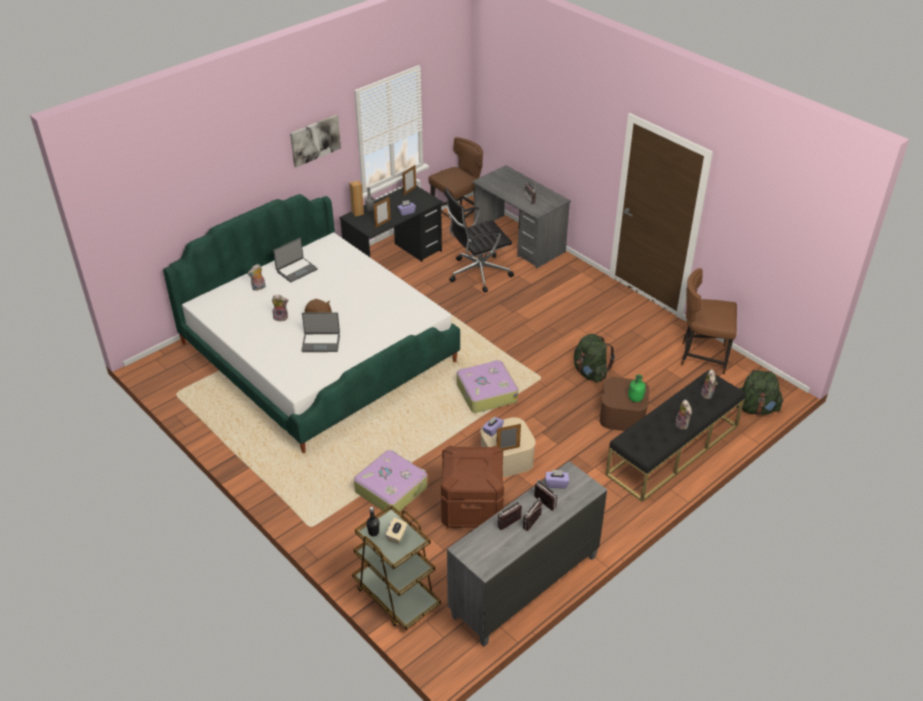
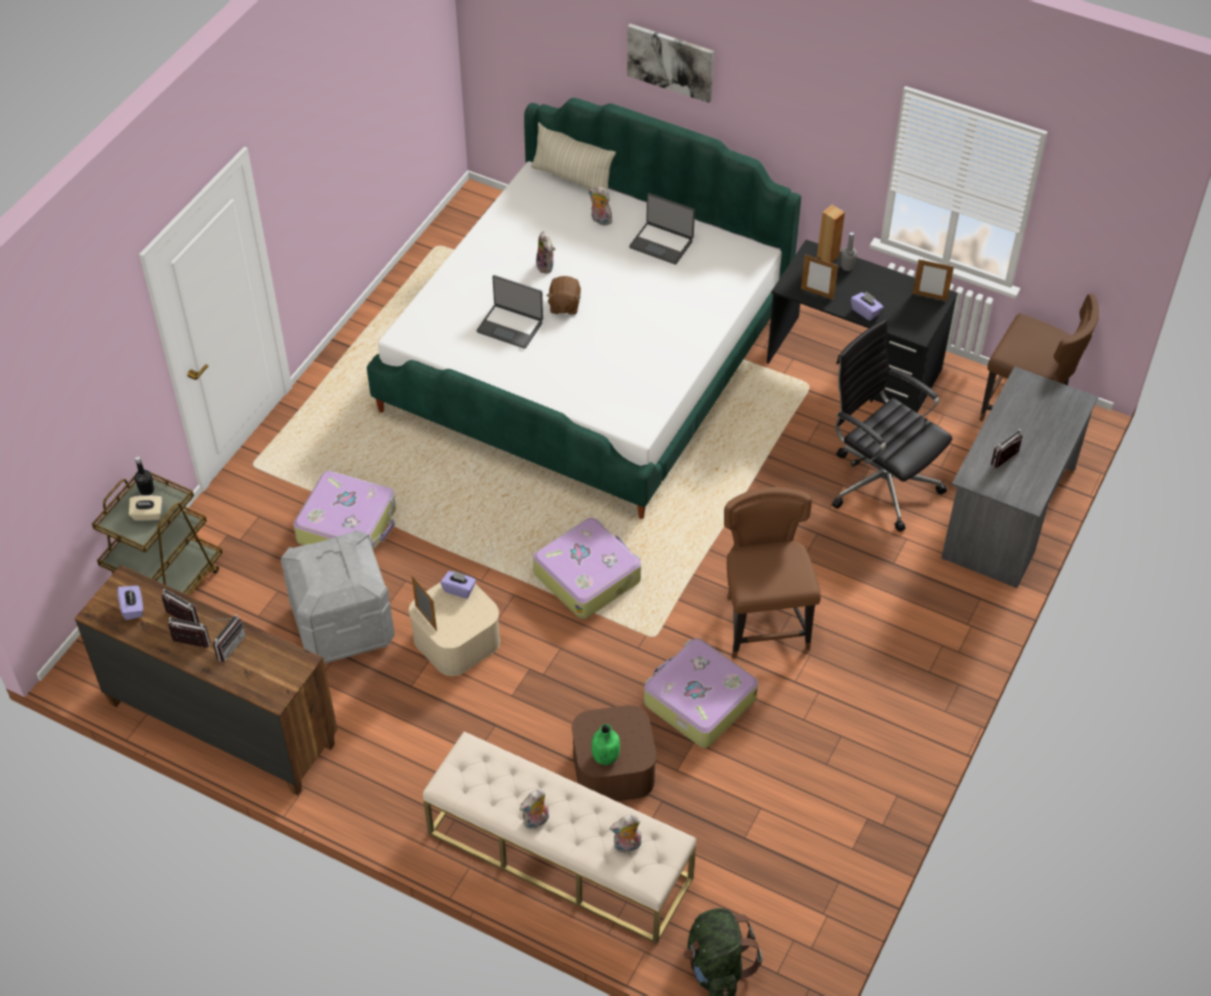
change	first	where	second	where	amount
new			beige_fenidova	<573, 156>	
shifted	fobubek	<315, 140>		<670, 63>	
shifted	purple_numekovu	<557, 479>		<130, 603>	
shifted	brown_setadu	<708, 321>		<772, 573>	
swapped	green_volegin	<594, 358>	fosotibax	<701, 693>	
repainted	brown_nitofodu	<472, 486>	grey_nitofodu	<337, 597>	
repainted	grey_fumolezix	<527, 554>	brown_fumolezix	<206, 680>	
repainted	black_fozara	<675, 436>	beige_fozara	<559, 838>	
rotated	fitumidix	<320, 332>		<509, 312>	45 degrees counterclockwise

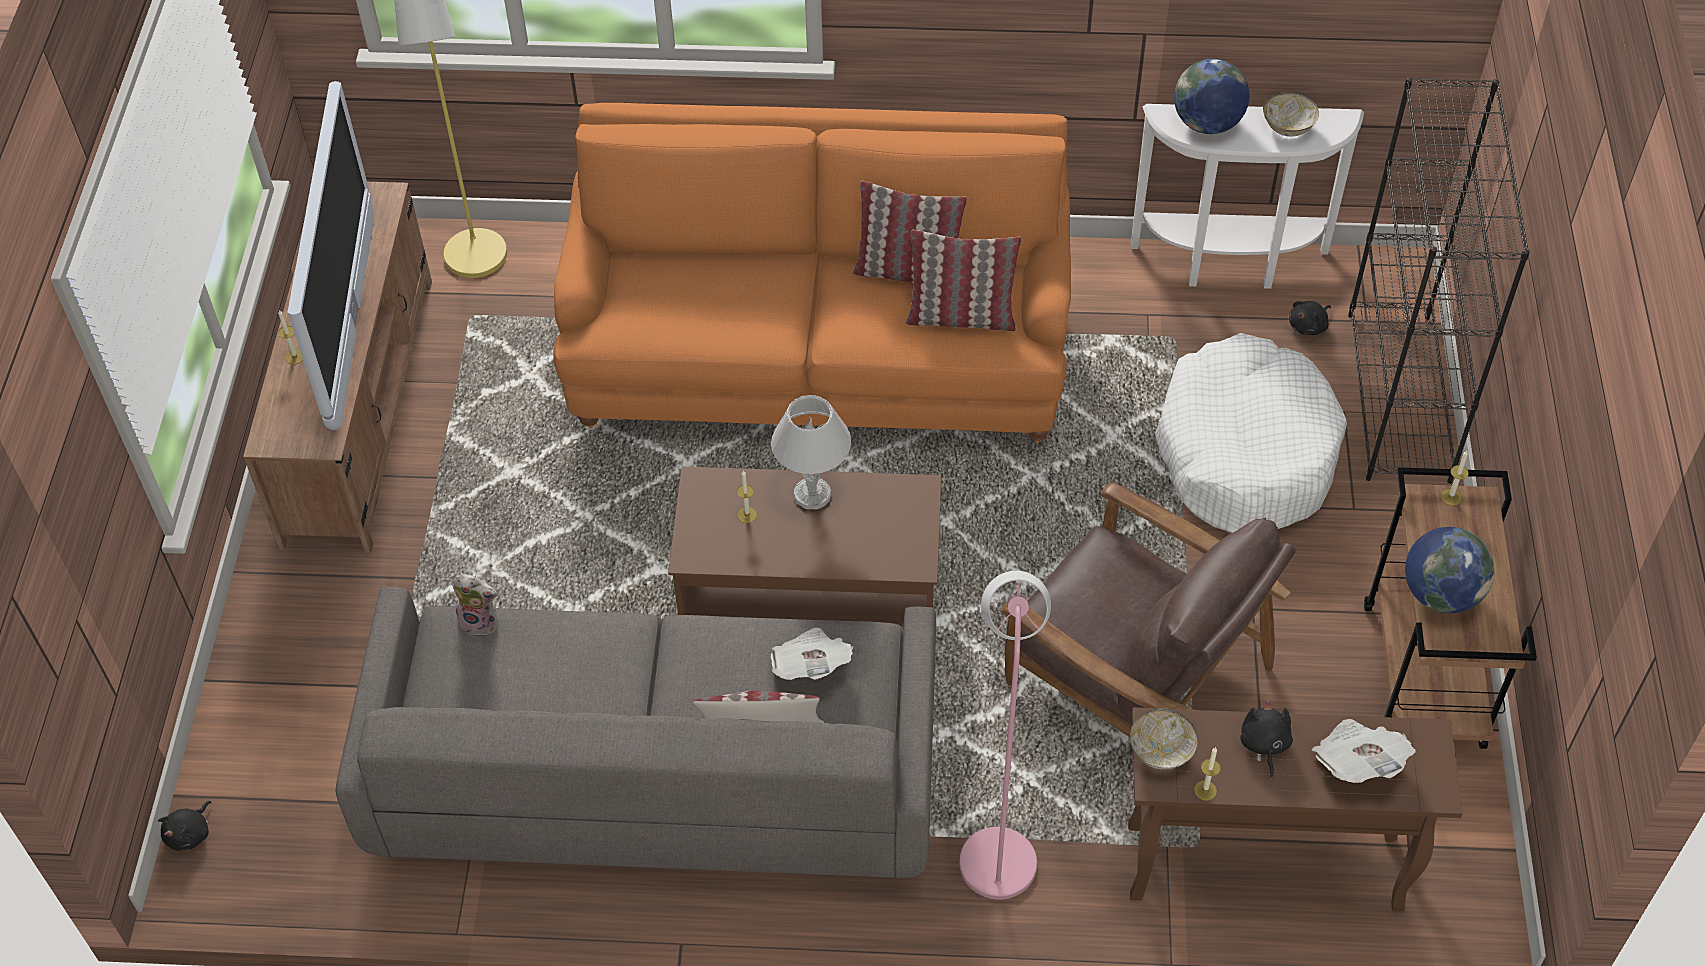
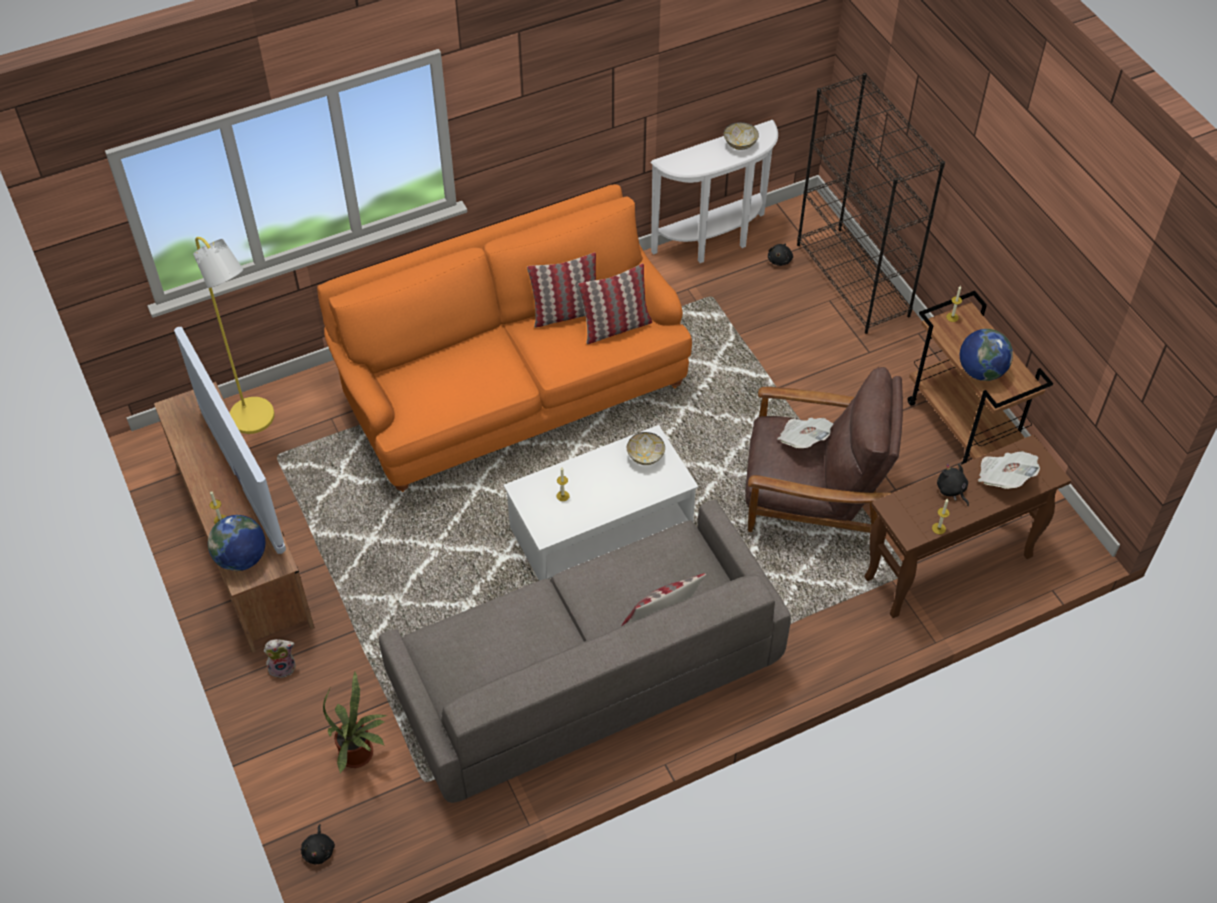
change	first	where	second	where	amount
gone	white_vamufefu	<811, 452>			
gone	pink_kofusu	<1005, 735>			
gone	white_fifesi	<1251, 433>			
new			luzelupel	<355, 722>	
shifted	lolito	<475, 605>		<280, 658>	
shifted	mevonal	<812, 654>		<805, 433>	
shifted	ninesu	<1164, 739>		<646, 448>	
shifted	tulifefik	<1211, 96>		<236, 543>	
repainted	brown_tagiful	<804, 548>	white_tagiful	<600, 503>	

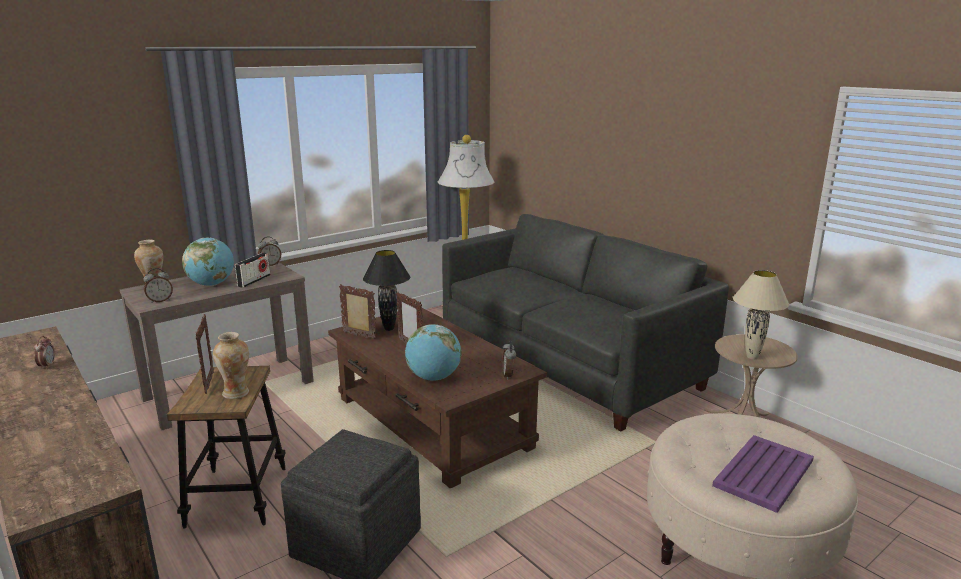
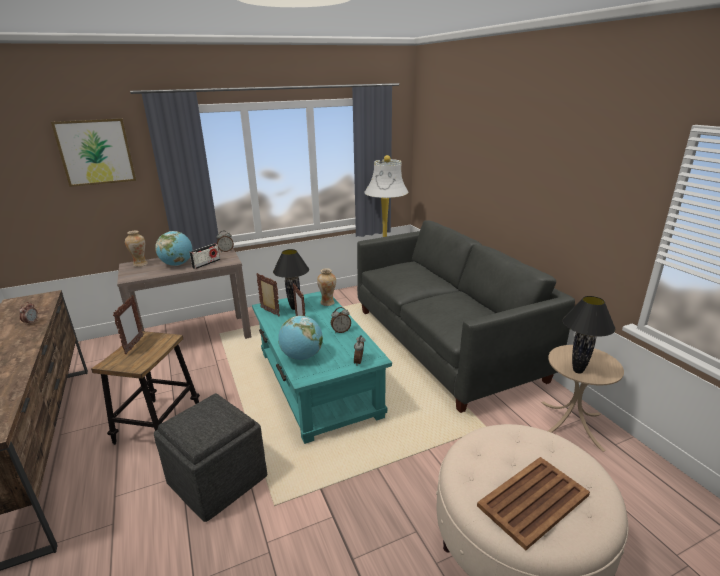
change	first	where	second	where	amount
new			fobubek	<93, 152>	
shifted	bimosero	<158, 285>		<341, 320>	
shifted	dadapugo	<231, 365>		<326, 287>	
repainted	brown_tagiful	<437, 398>	turquoise_tagiful	<322, 367>	
repainted	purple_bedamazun	<763, 474>	brown_bedamazun	<533, 503>	
repainted	beige_vamufefu	<761, 315>	black_vamufefu	<589, 334>	

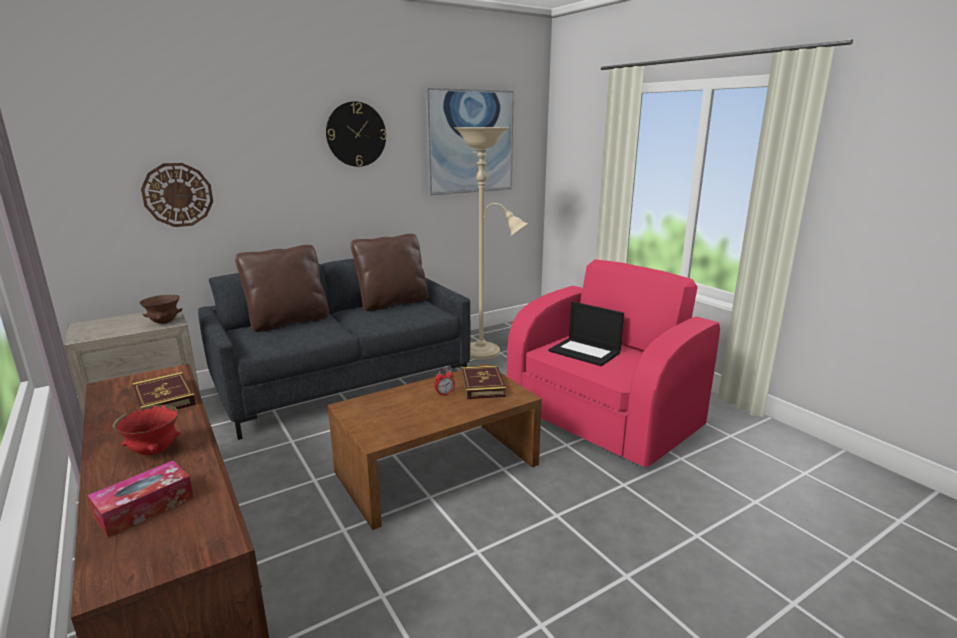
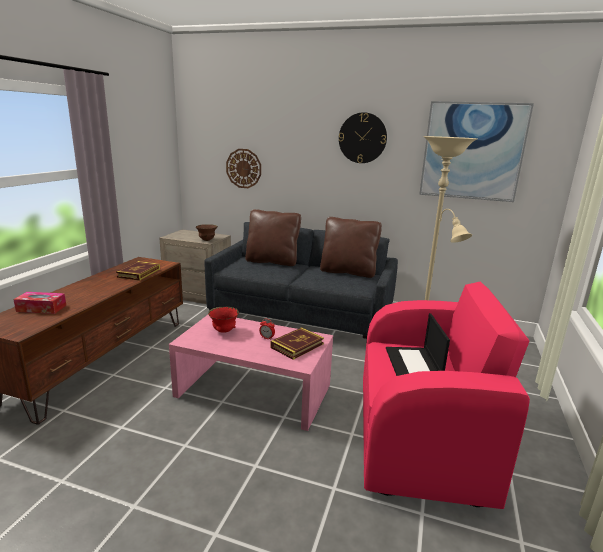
change	first	where	second	where	amount
shifted	red_ninesu	<147, 430>		<223, 320>	
repainted	brown_tagiful	<435, 447>	pink_tagiful	<251, 373>	

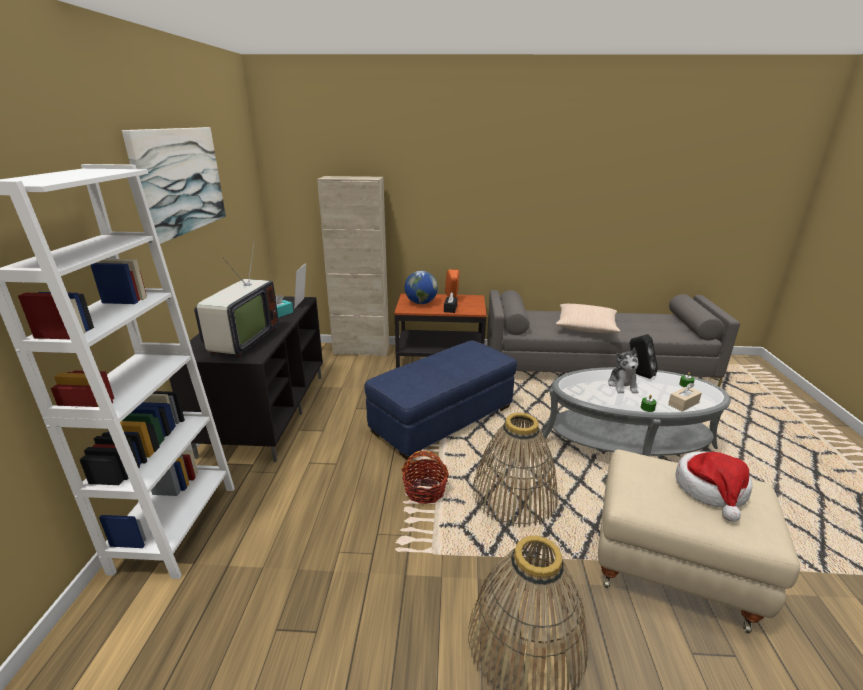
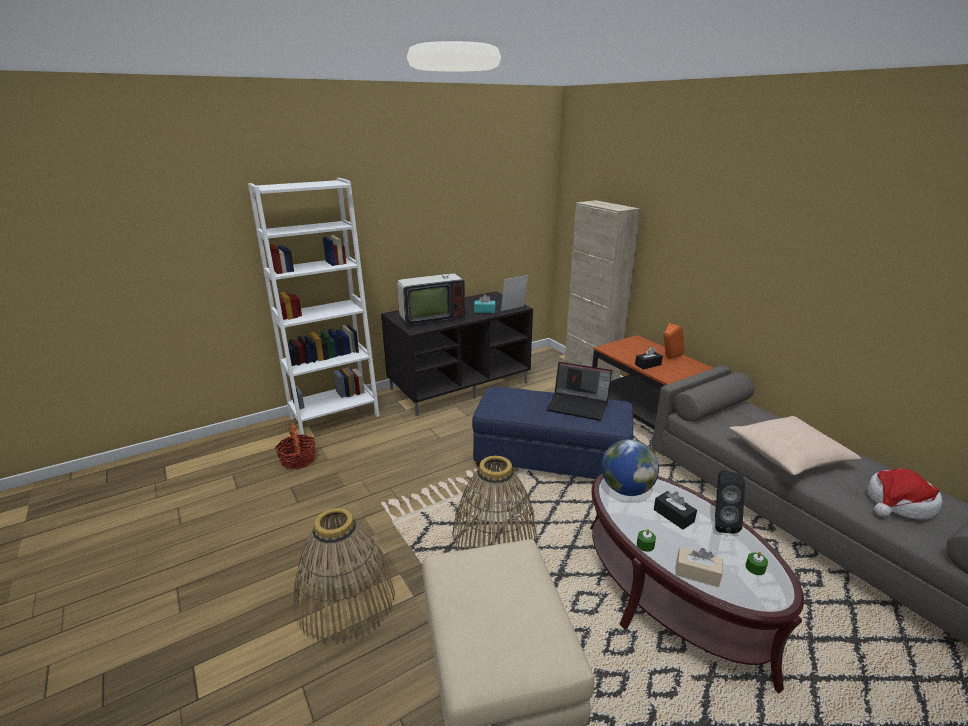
change	first	where	second	where	amount
gone	fobubek	<174, 185>			
new			fitumidix	<579, 391>	
shifted	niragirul	<425, 477>		<295, 446>	
shifted	tulifefik	<421, 287>		<630, 467>	
shifted	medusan	<714, 486>		<904, 494>	
swapped	lolito	<623, 370>	black_numekovu	<675, 510>	
repainted	grey_tagiful	<635, 411>	brown_tagiful	<697, 583>	

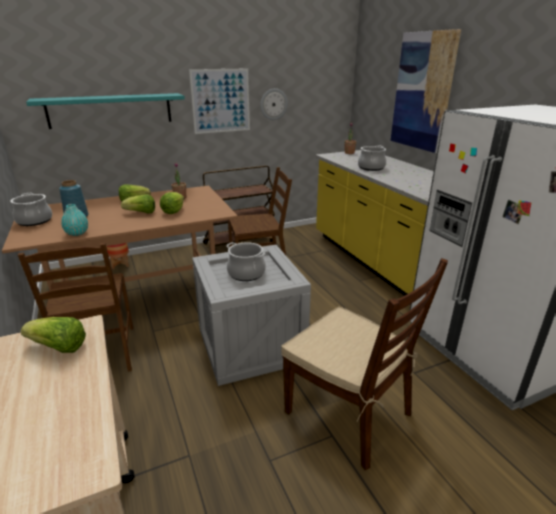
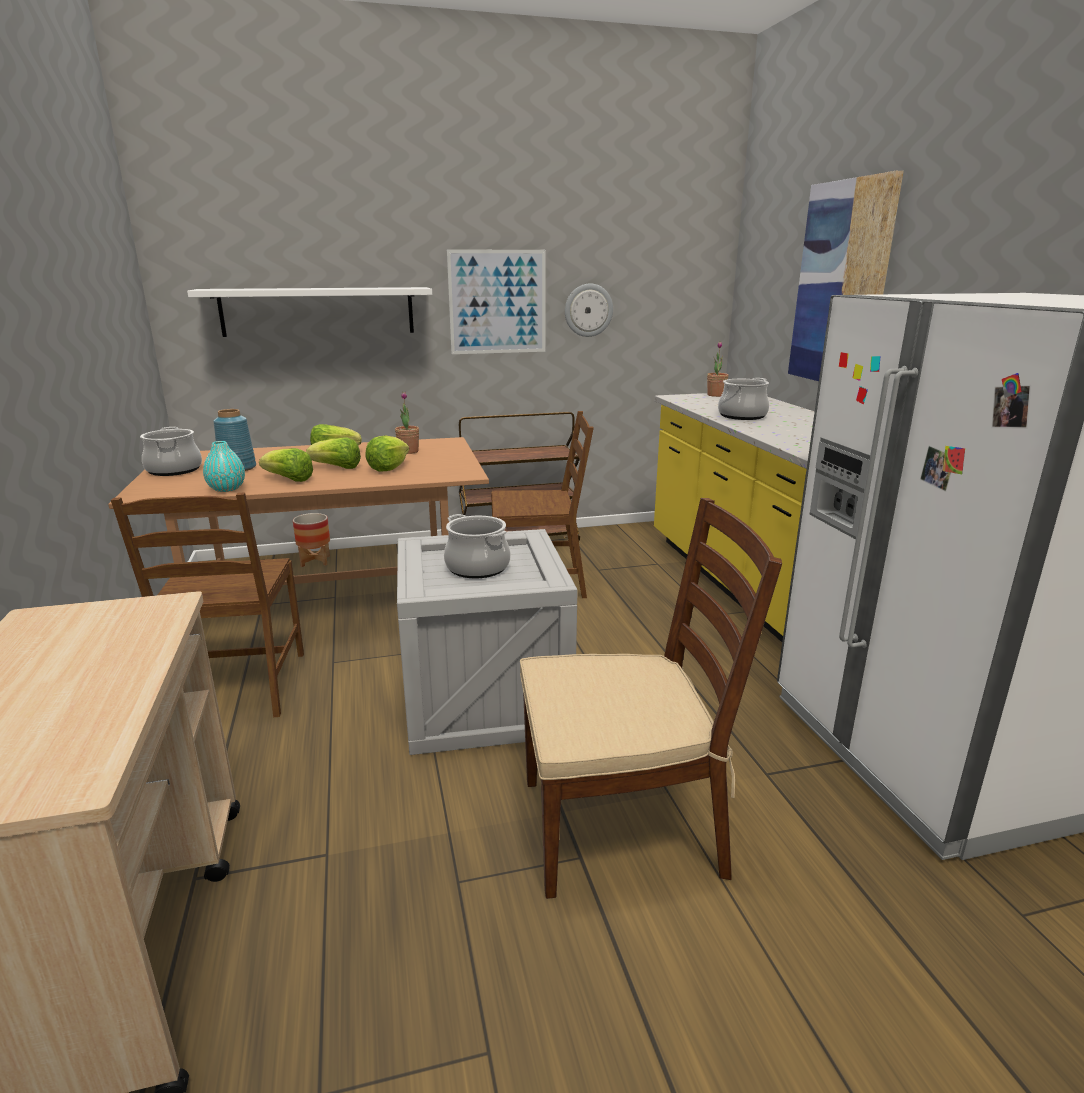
change	first	where	second	where	amount
shifted	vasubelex	<53, 335>		<286, 465>	
repainted	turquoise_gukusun	<105, 111>	white_gukusun	<309, 312>	
rotated	brown_setadu	<364, 364>		<651, 698>	60 degrees counterclockwise

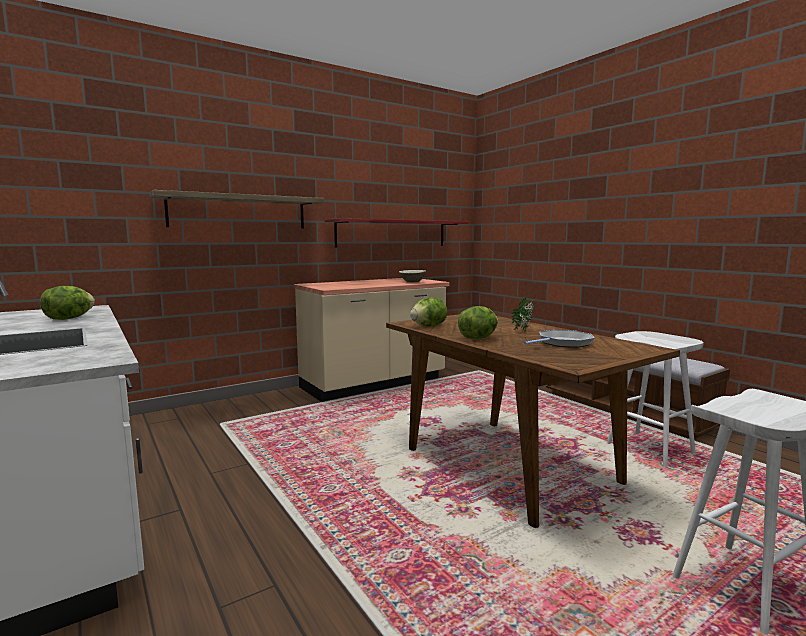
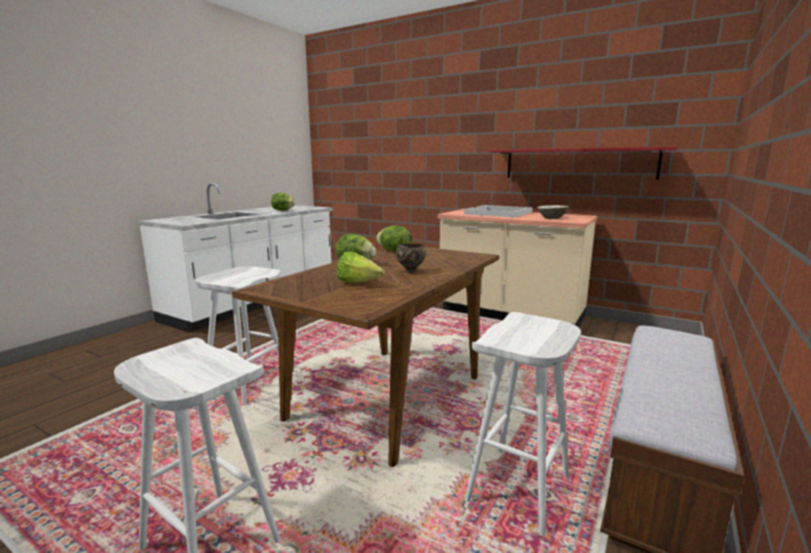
change	first	where	second	where	amount
gone	gukusun	<236, 209>			
new			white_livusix	<238, 335>	
new			white_bedamazun	<498, 211>	
swapped	luzelupel	<522, 314>	brown_ninesu	<411, 258>	
swapped	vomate	<559, 339>	vasubelex	<361, 267>	

